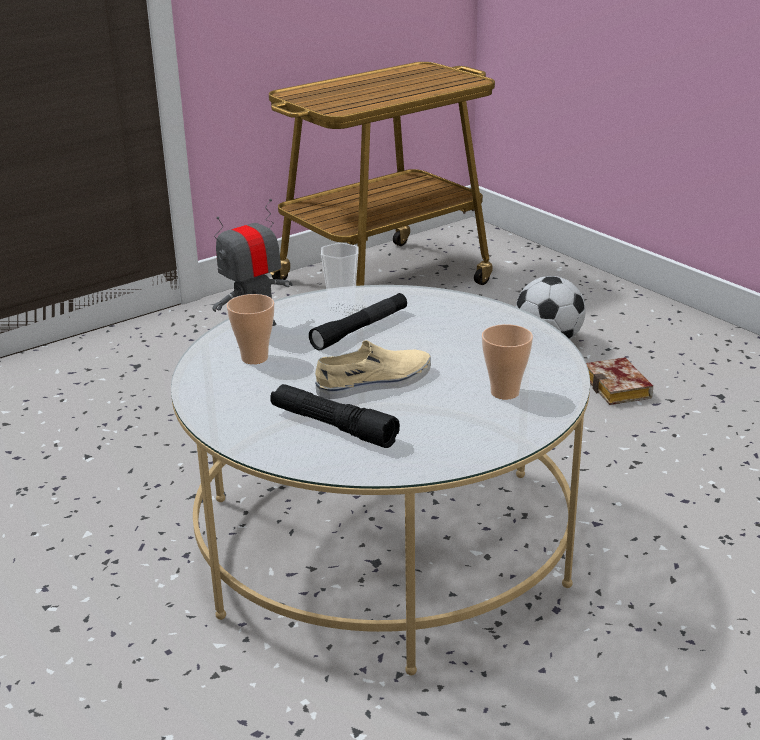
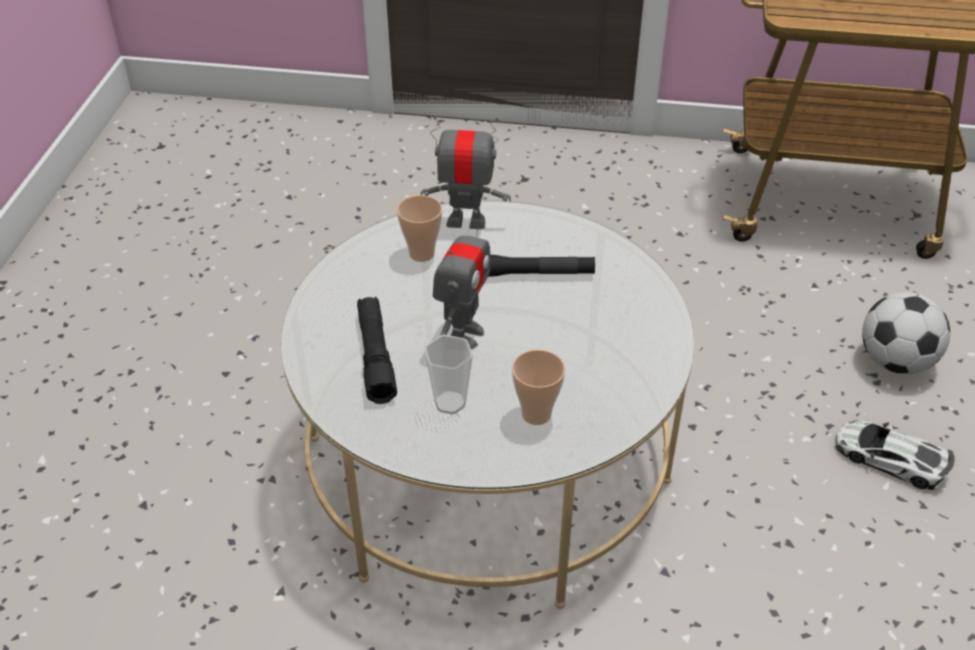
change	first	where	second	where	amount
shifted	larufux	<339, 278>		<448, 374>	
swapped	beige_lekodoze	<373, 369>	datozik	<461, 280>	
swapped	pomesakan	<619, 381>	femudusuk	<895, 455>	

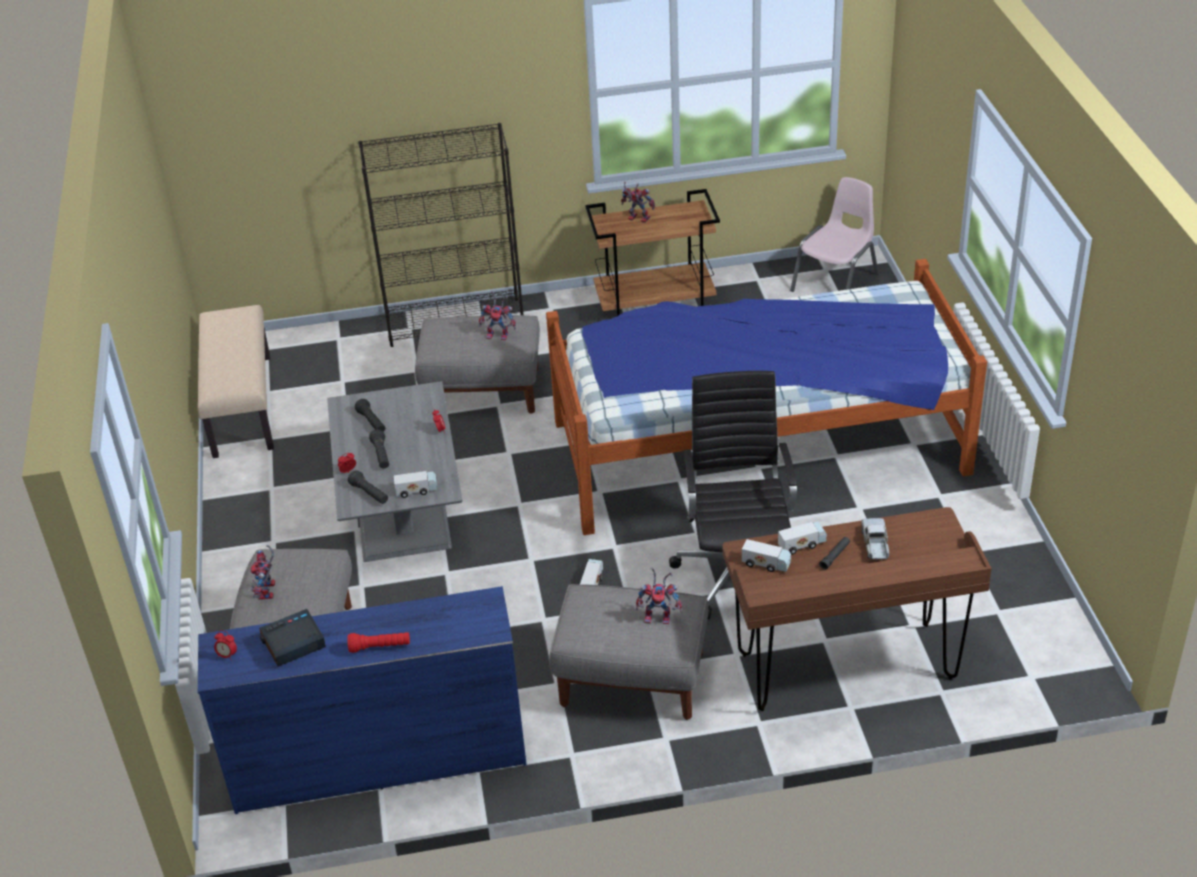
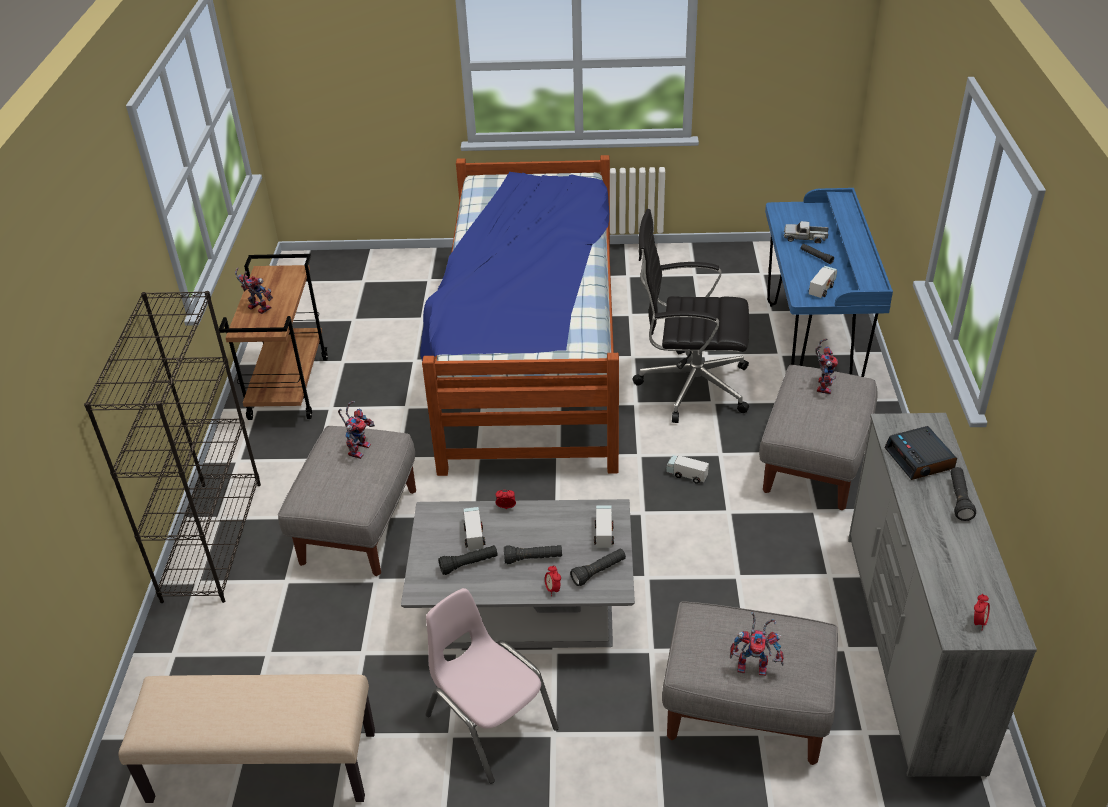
change	first	where	second	where	amount
shifted	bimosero	<292, 638>		<920, 453>	
shifted	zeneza	<802, 538>		<474, 528>	
shifted	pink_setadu	<834, 234>		<492, 686>	
repainted	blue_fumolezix	<362, 700>	grey_fumolezix	<942, 595>	
repainted	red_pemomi	<378, 642>	black_pemomi	<963, 494>	
repainted	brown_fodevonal	<857, 609>	blue_fodevonal	<829, 282>	
rotated	datozik	<638, 202>		<254, 291>	90 degrees clockwise

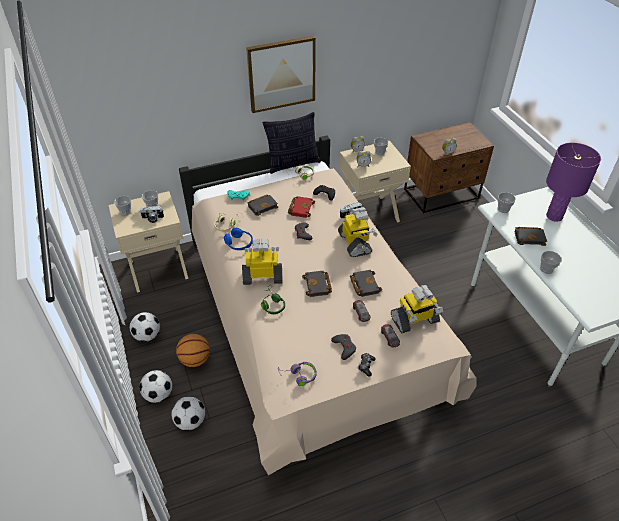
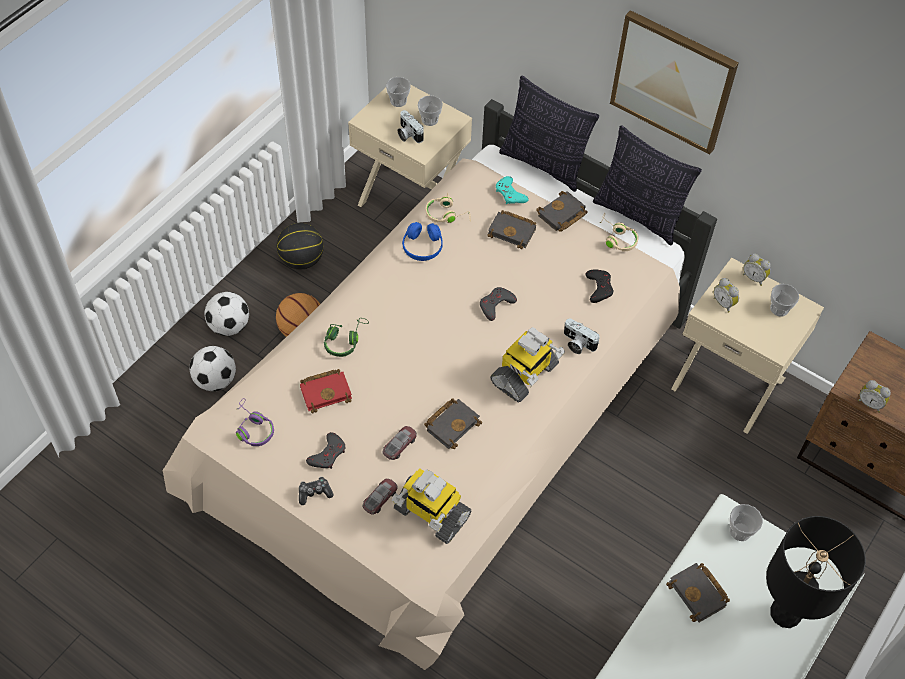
change	first	where	second	where	amount
gone	datozik	<262, 262>			
gone	larufux	<550, 262>			
new			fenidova	<549, 134>	
shifted	red_pomesakan	<301, 207>		<326, 391>	
shifted	black_pomesakan	<317, 284>		<562, 211>	
swapped	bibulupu	<145, 327>	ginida	<300, 246>	
repainted	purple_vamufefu	<573, 182>	black_vamufefu	<816, 572>	

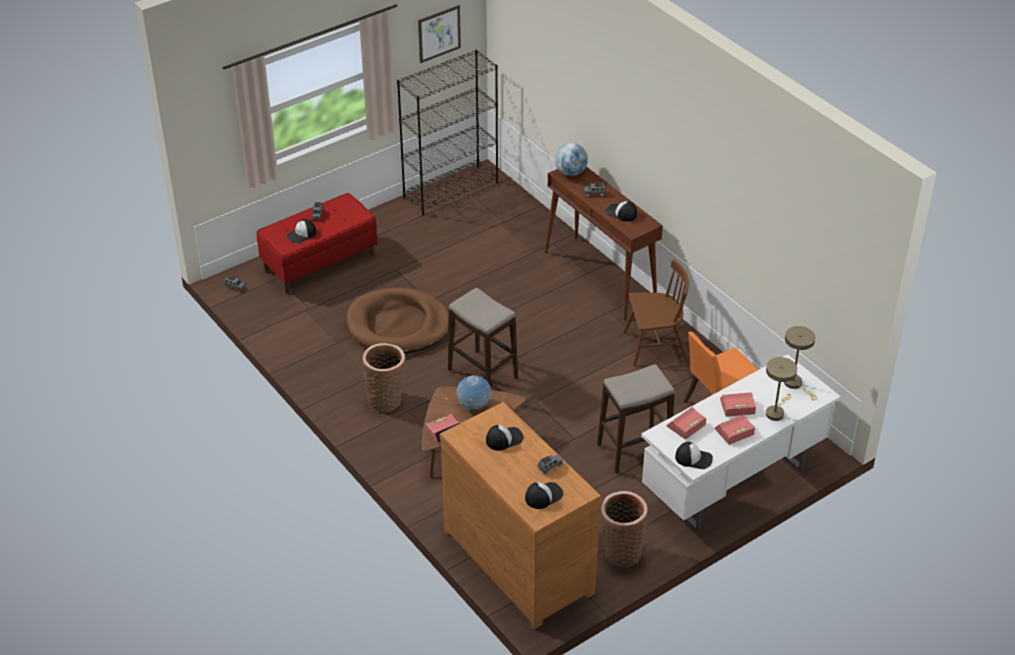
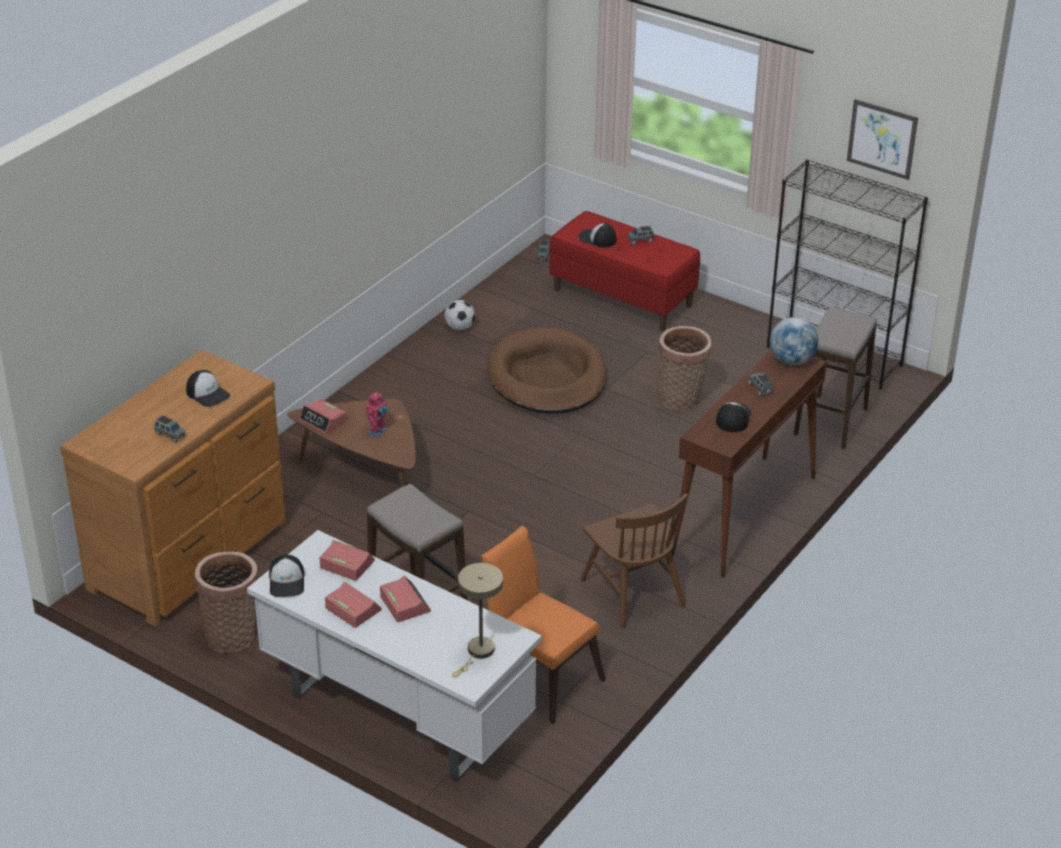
change	first	where	second	where	amount
gone	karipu	<544, 495>			
gone	beige_vamufefu	<781, 389>			
new			bibulupu	<460, 315>	
shifted	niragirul	<384, 377>		<684, 368>	
shifted	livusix	<483, 337>		<835, 378>	
swapped	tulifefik	<474, 392>	datozik	<377, 415>	

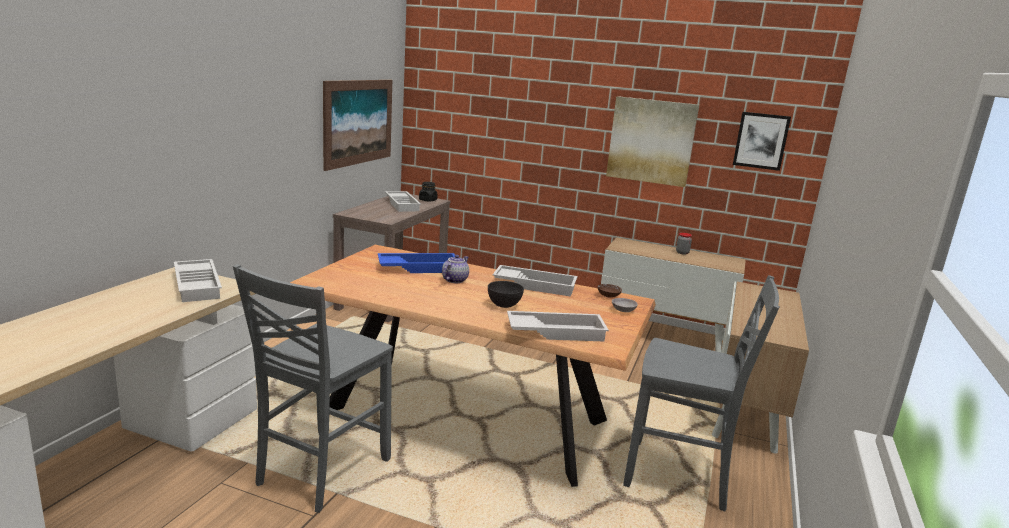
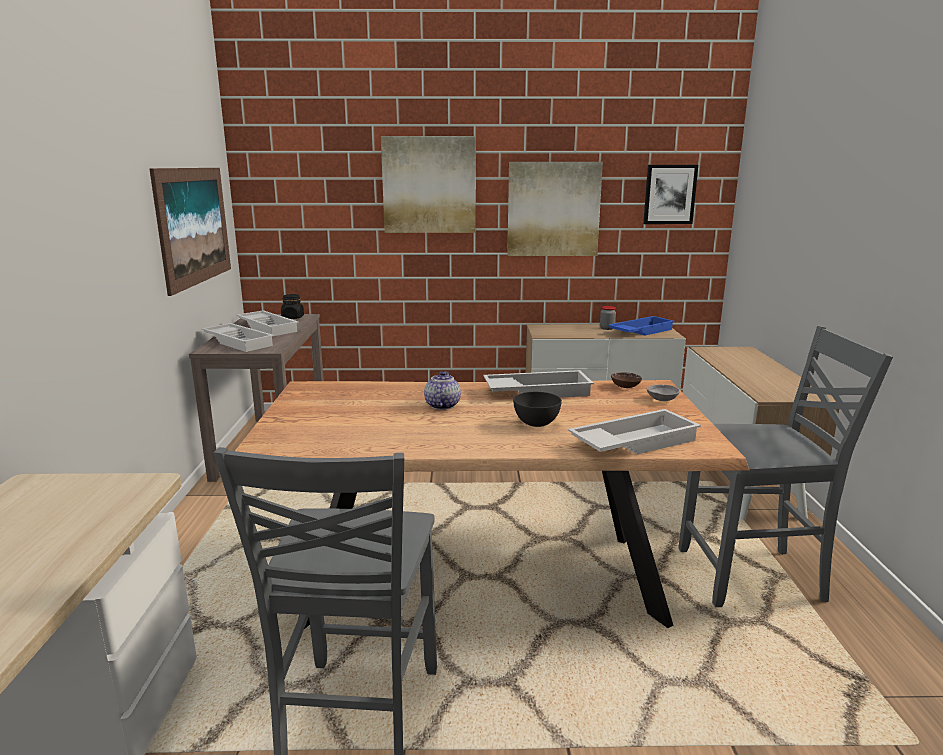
change	first	where	second	where	amount
new			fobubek	<428, 184>	
shifted	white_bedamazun	<198, 280>		<238, 337>	
shifted	blue_bedamazun	<416, 263>		<641, 326>	

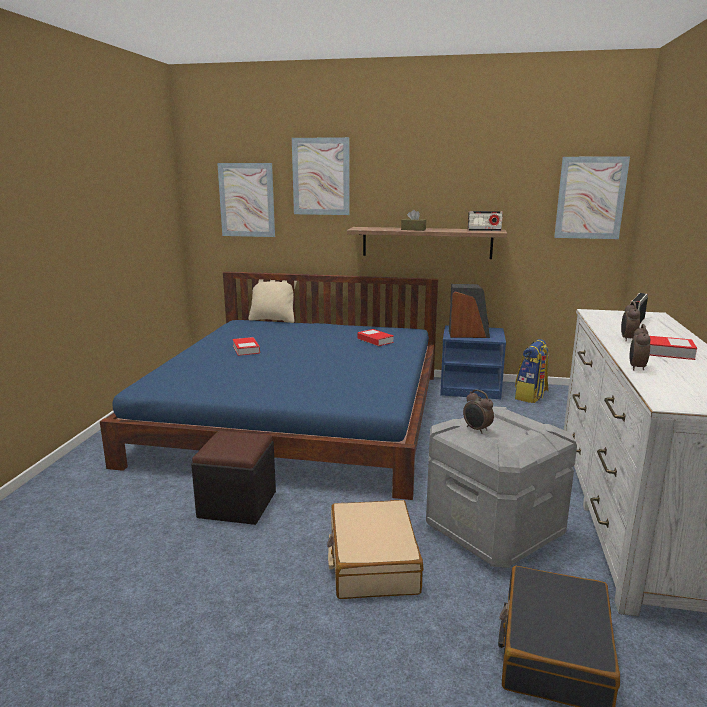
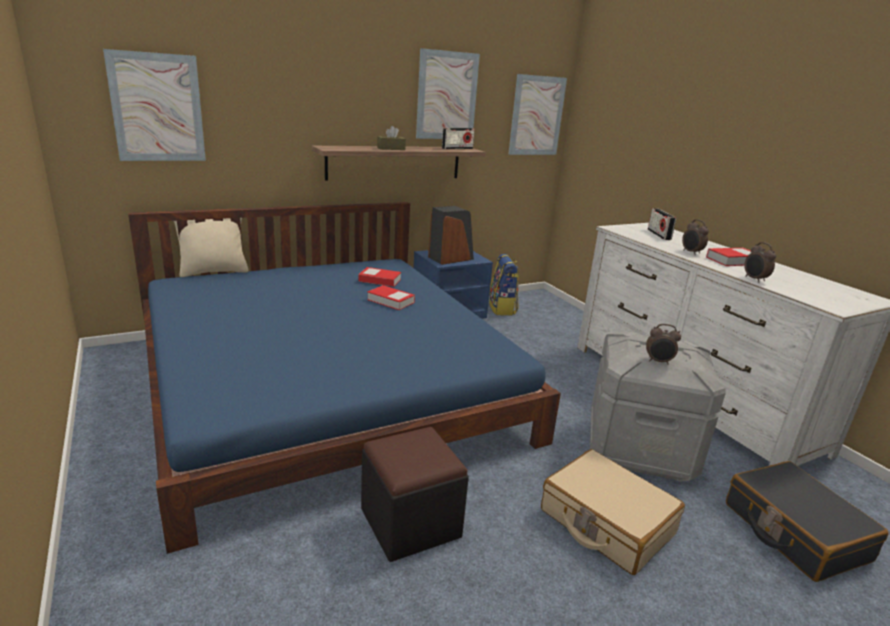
change	first	where	second	where	amount
shifted	pomesakan	<246, 346>		<391, 297>	
shifted	fobubek	<321, 176>		<448, 93>	

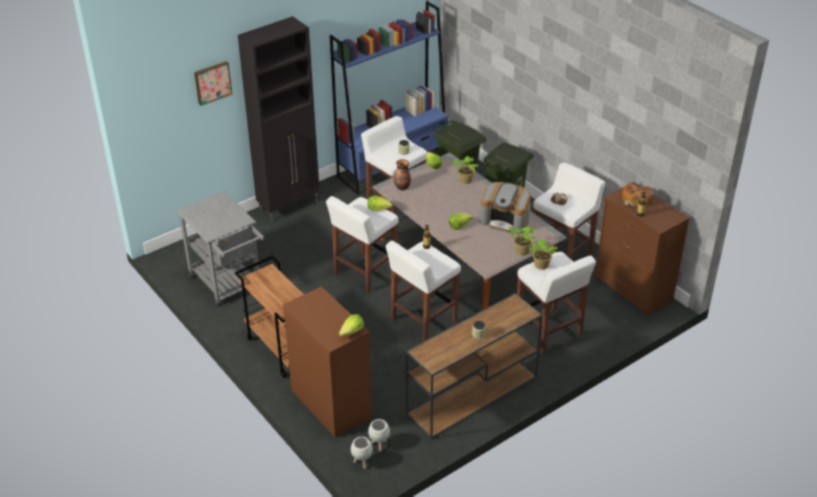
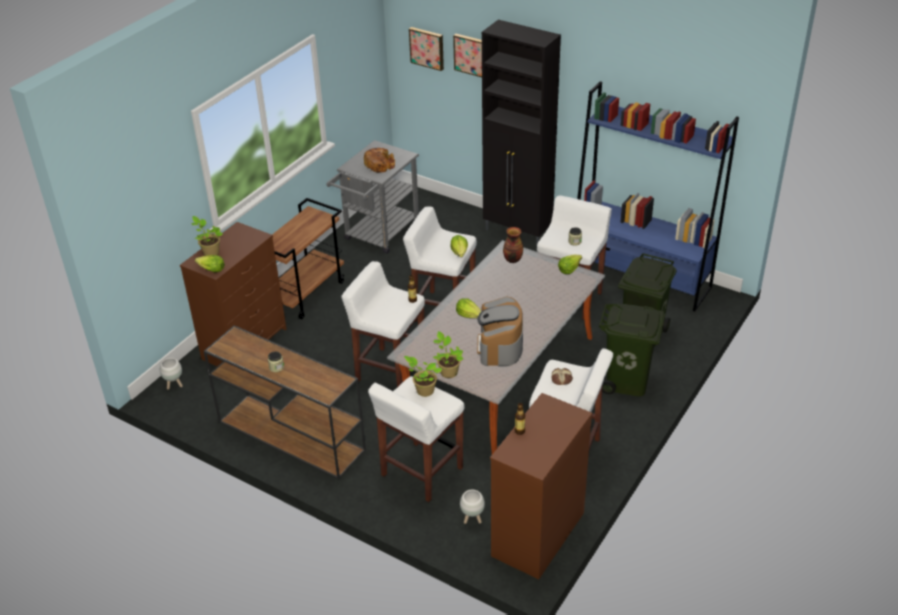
change	first	where	second	where	amount
new			fobubek	<426, 49>	
shifted	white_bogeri	<379, 435>		<472, 506>	
shifted	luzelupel	<465, 170>		<207, 236>	
shifted	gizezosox	<638, 195>		<379, 160>	

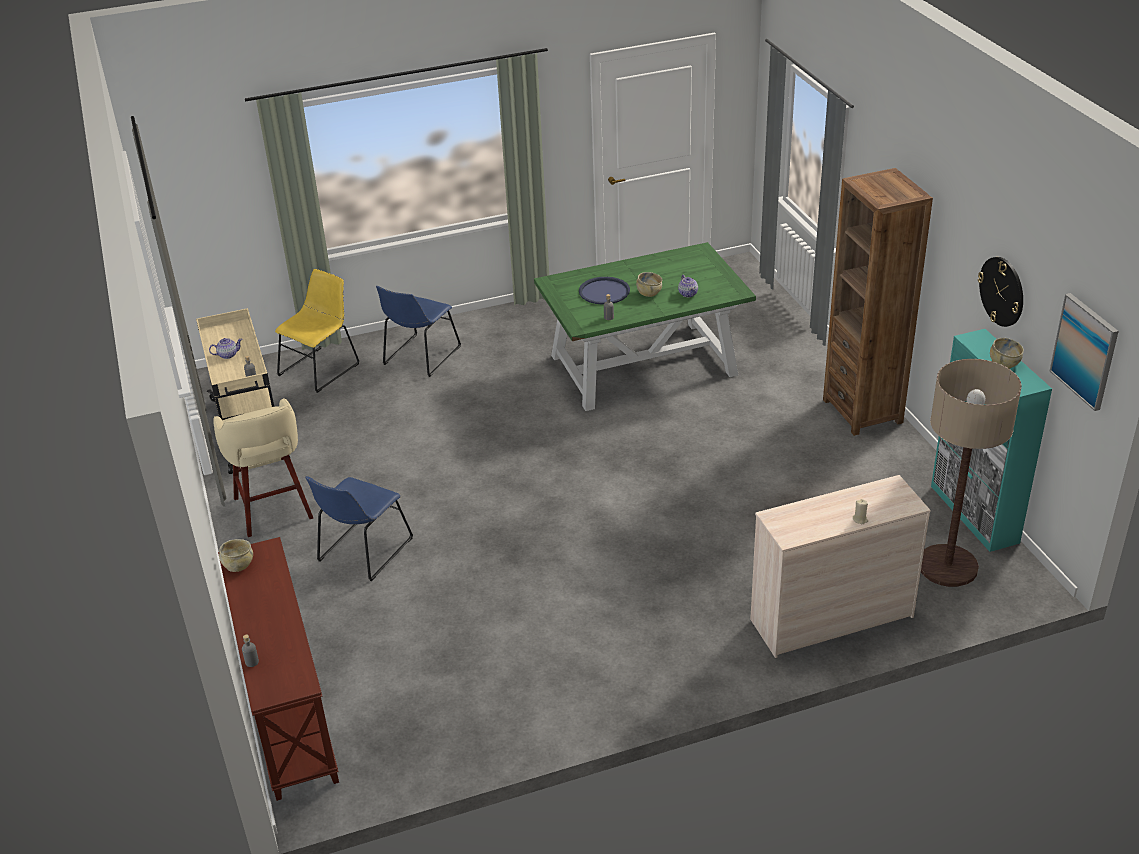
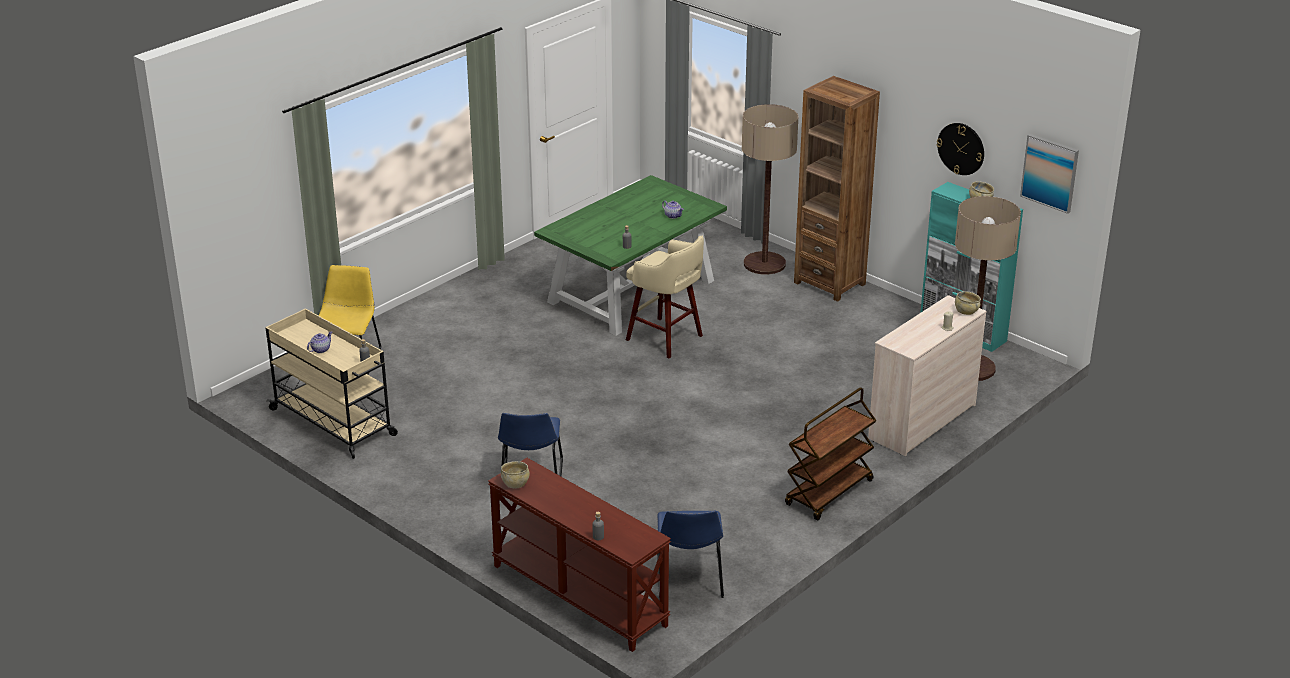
change	first	where	second	where	amount
gone	blue_bedamazun	<604, 291>			
new			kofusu	<770, 189>	
new			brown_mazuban	<830, 453>	
shifted	beige_livusix	<263, 467>		<665, 296>	
shifted	blue_setadu	<418, 331>		<690, 554>	
shifted	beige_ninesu	<649, 284>		<968, 303>	

